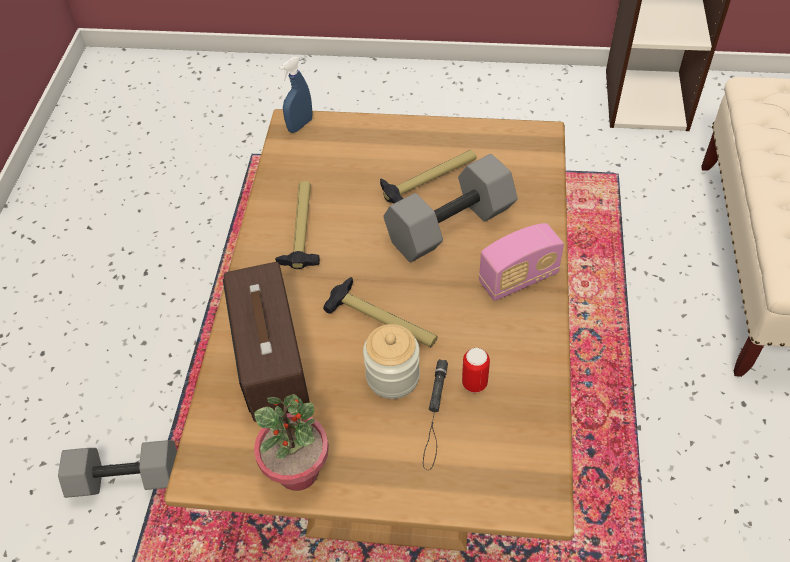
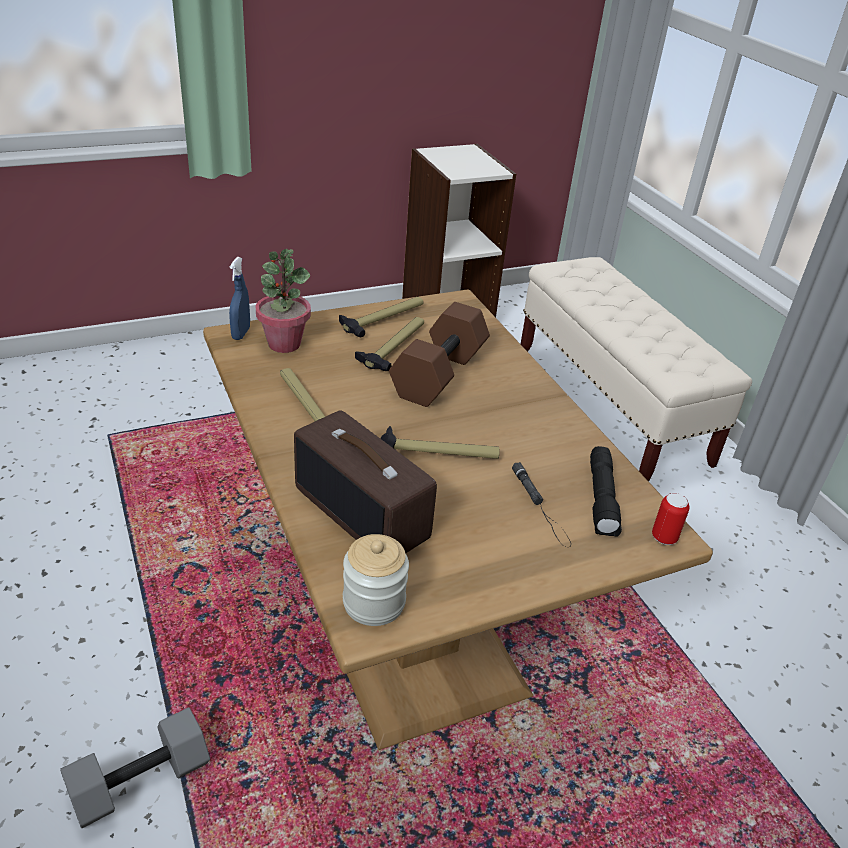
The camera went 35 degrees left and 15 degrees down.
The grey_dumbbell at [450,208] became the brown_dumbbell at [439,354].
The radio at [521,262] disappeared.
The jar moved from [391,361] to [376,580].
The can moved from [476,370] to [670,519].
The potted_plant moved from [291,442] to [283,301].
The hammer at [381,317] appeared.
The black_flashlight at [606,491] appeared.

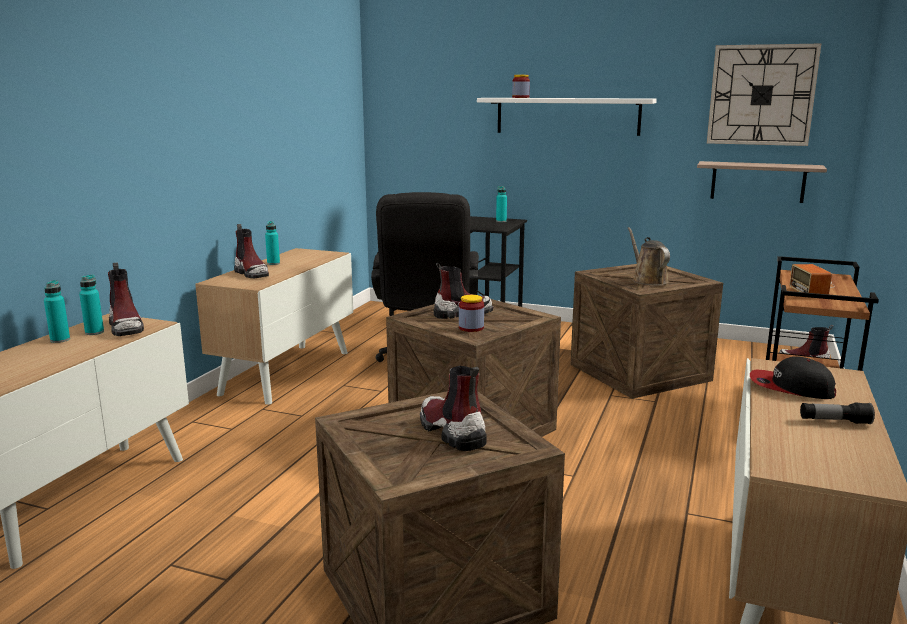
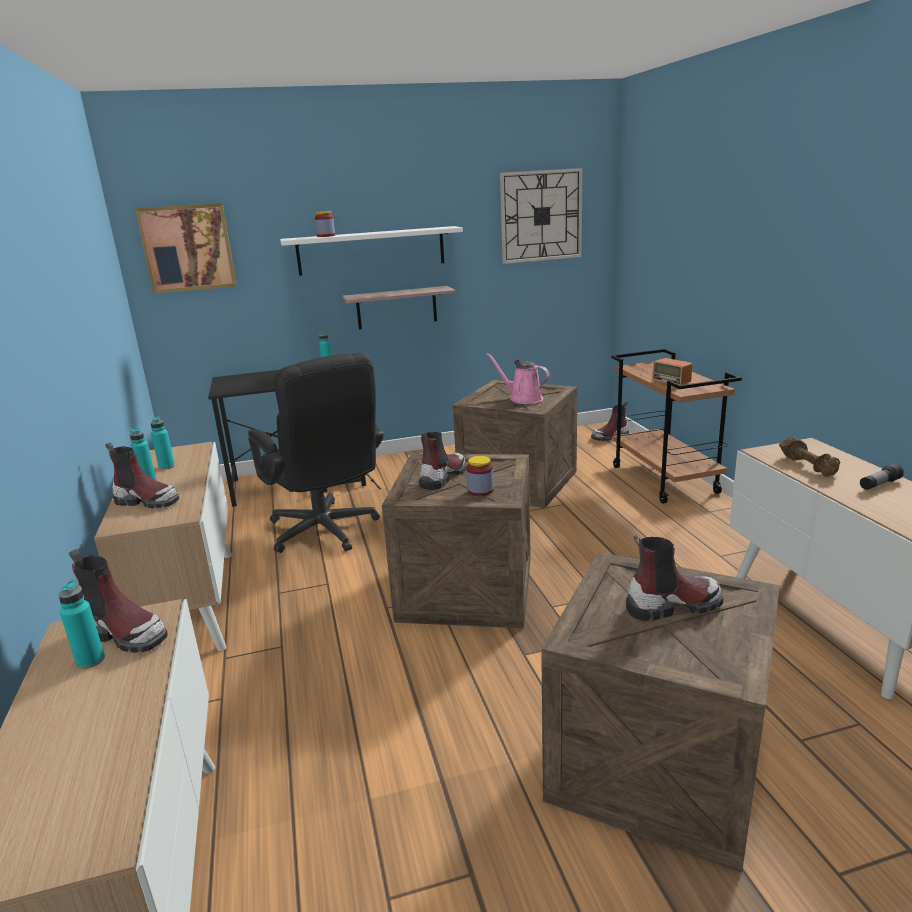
The camera went 35 degrees left and 5 degrees up.
The shelf moved from [762,182] to [399,307].
The brown_watering_can at [649,256] became the pink_watering_can at [518,378].
The turquoise_bottle moved from [57,311] to [163,443].
The cap at [793,377] was replaced by the brown_dumbbell at [809,456].
The boot at [453,408] turned 150 degrees clockwise.
The picture at [186,248] appeared.

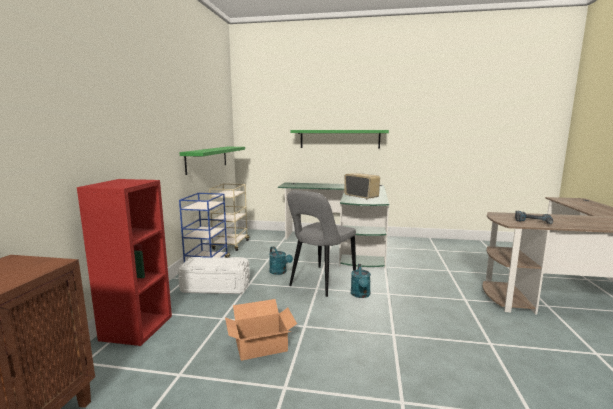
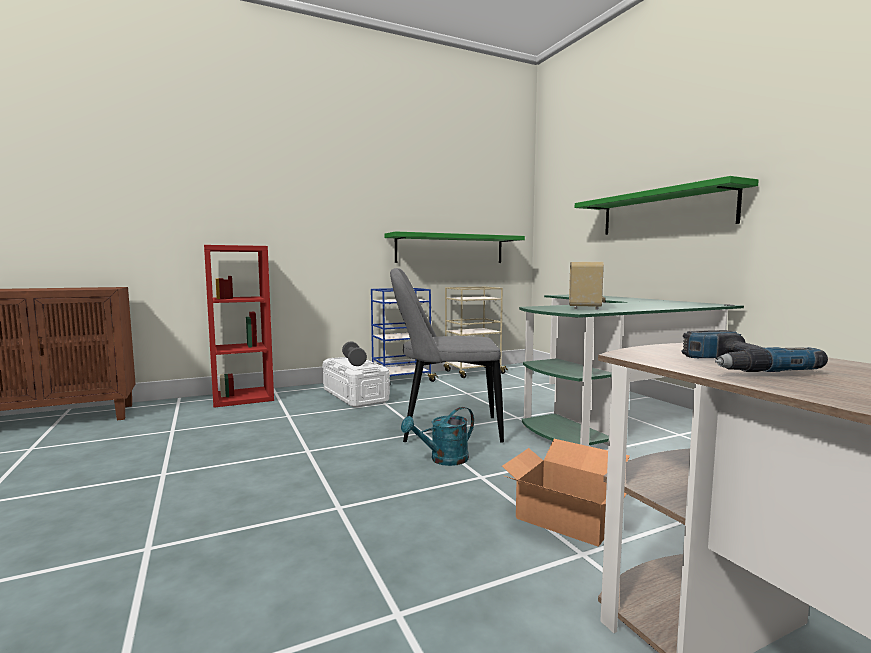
The camera went 55 degrees right and 5 degrees down.
The turquoise_watering_can at [281,260] disappeared.
The cardboard_box moved from [261,330] to [566,492].
The grey_dumbbell at [354,353] appeared.

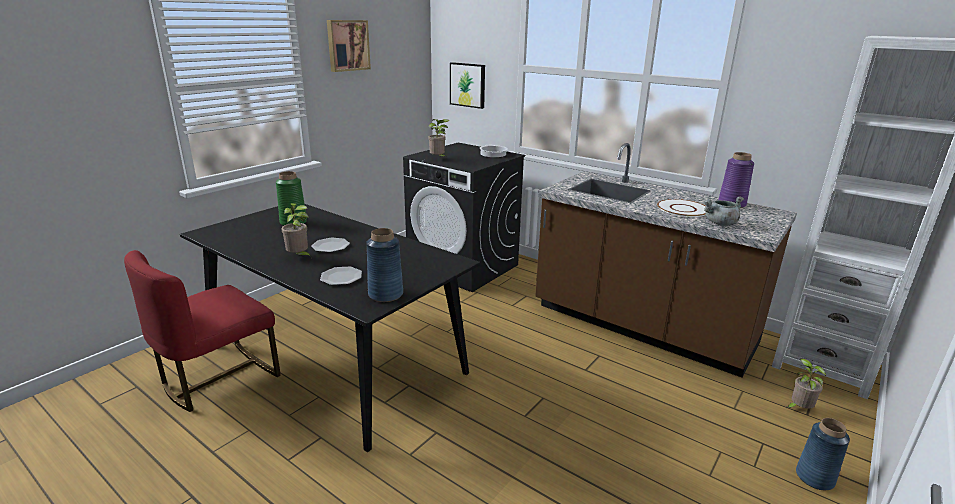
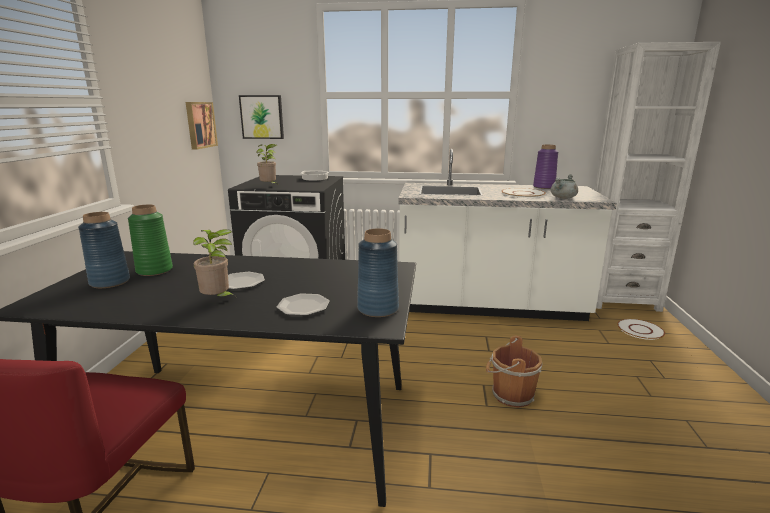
The camera went 30 degrees left and 5 degrees down.
The picture moved from [349,46] to [202,126].
The brown_counter at [666,260] became the white_counter at [507,235].
The potted_plant at [806,384] was replaced by the white_plate at [641,329].
The blue_vase moved from [823,454] to [104,250].
The brown_bucket at [514,371] appeared.

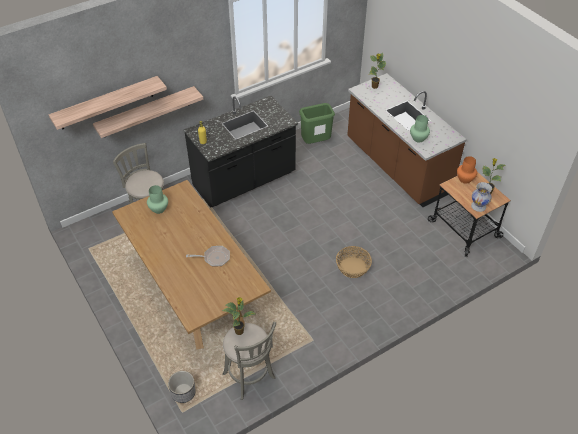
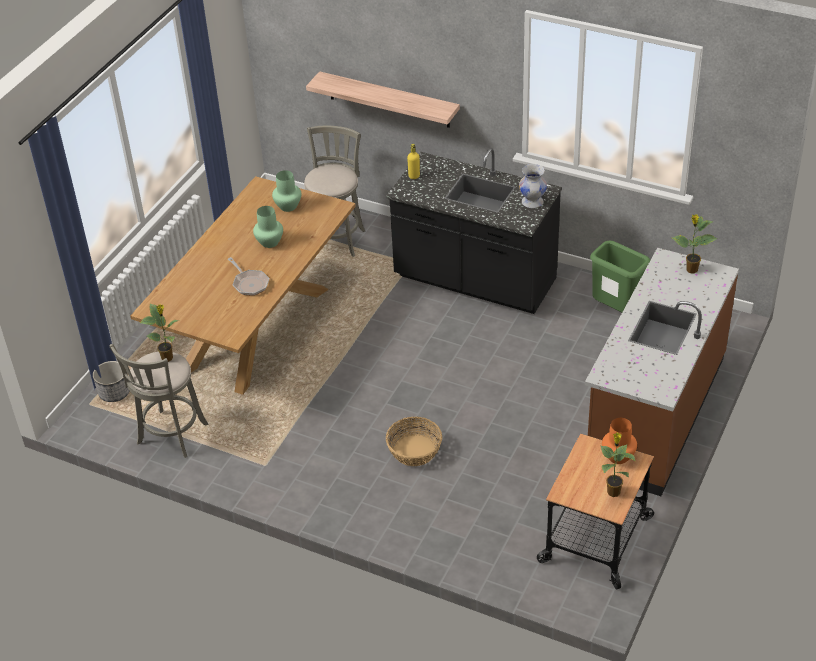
The camera went 60 degrees right and 5 degrees down.
The shelf at [108,103] disappeared.
The green_vase moved from [420,129] to [268,227].
The white_vase moved from [481,197] to [533,186].

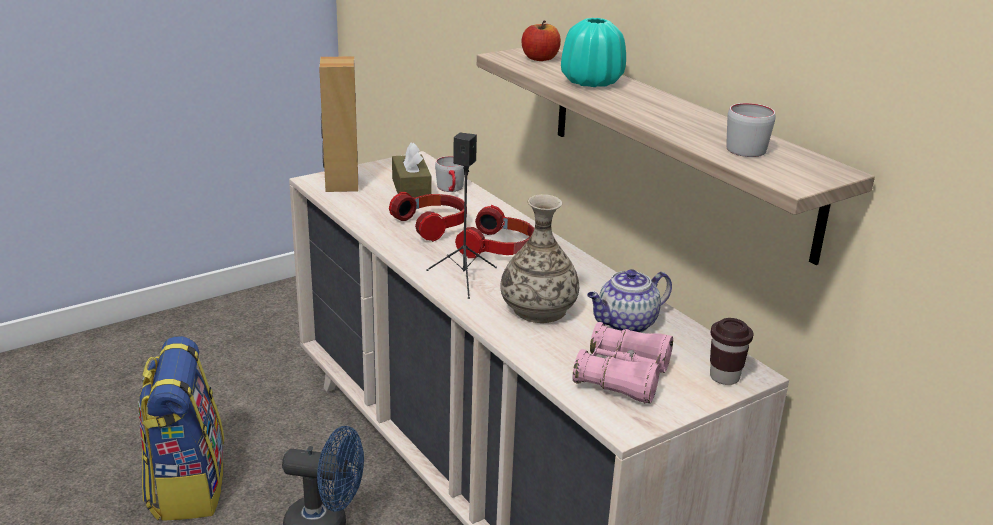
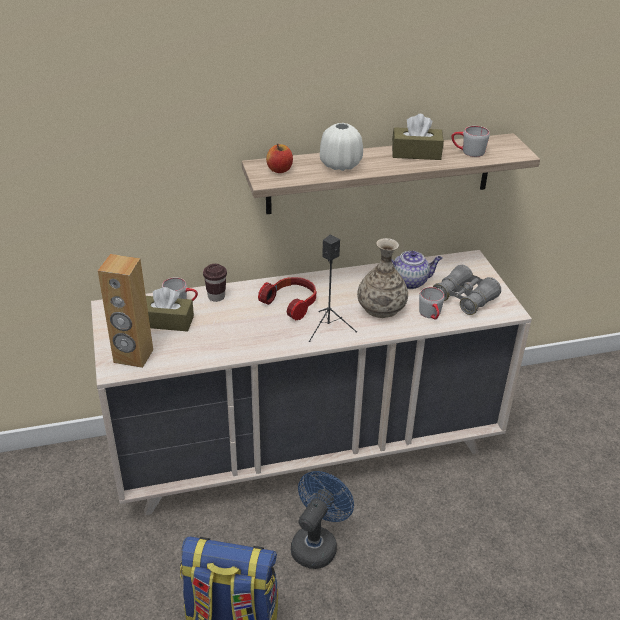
The camera went 70 degrees left and 10 degrees up.
The turquoise_vase at [593,52] became the white_vase at [341,147].
The headphones at [428,217] disappeared.
The teapot at [629,301] turned 90 degrees counterclockwise.
The brown_cup moved from [731,351] to [215,283].
The pink_binoculars at [622,363] became the grey_binoculars at [467,290].
The brown_tissue_box at [418,137] appeared.
The grey_mug at [431,303] appeared.

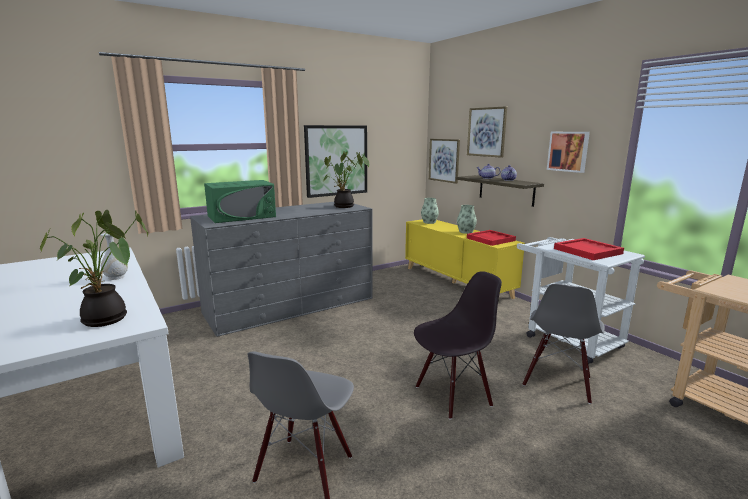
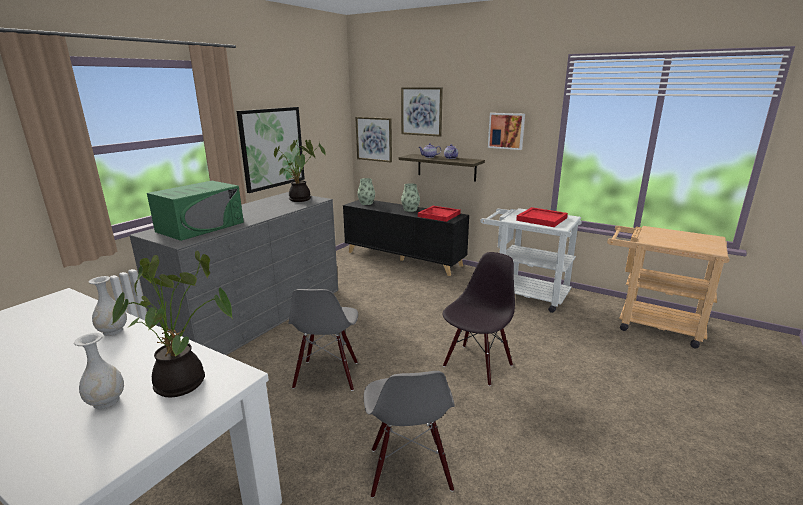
The camera went 25 degrees left and 5 degrees up.
The yellow_cabinet at [465,259] became the black_cabinet at [406,238].
The grey_chair moved from [563,344] to [323,340].
The white_vase at [99,371] appeared.

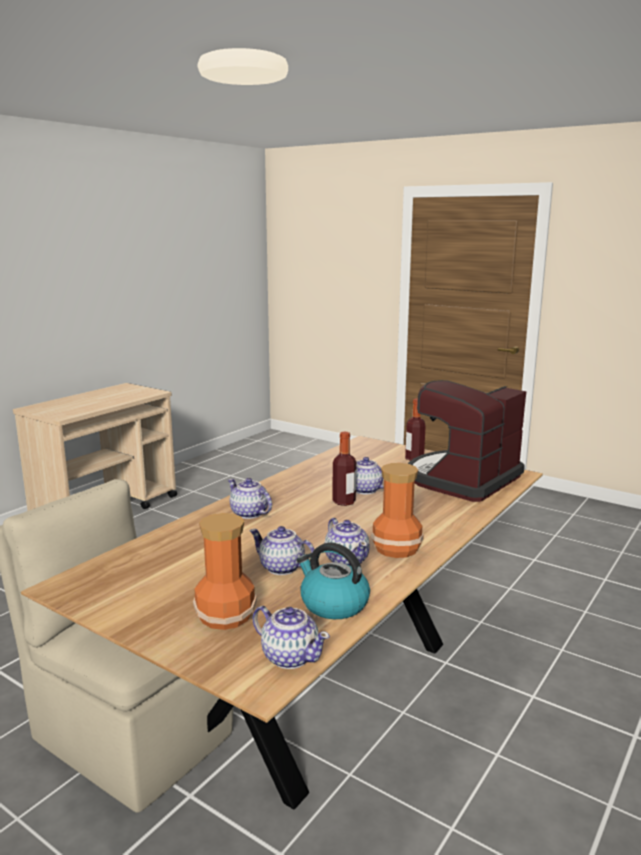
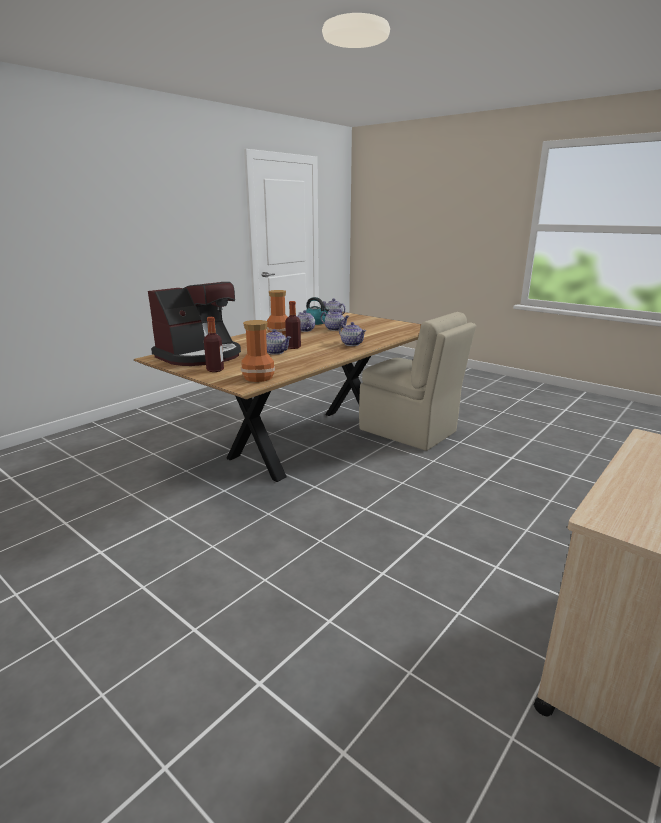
The camera went 175 degrees left and 5 degrees up.
The vase moved from [225,571] to [258,351].

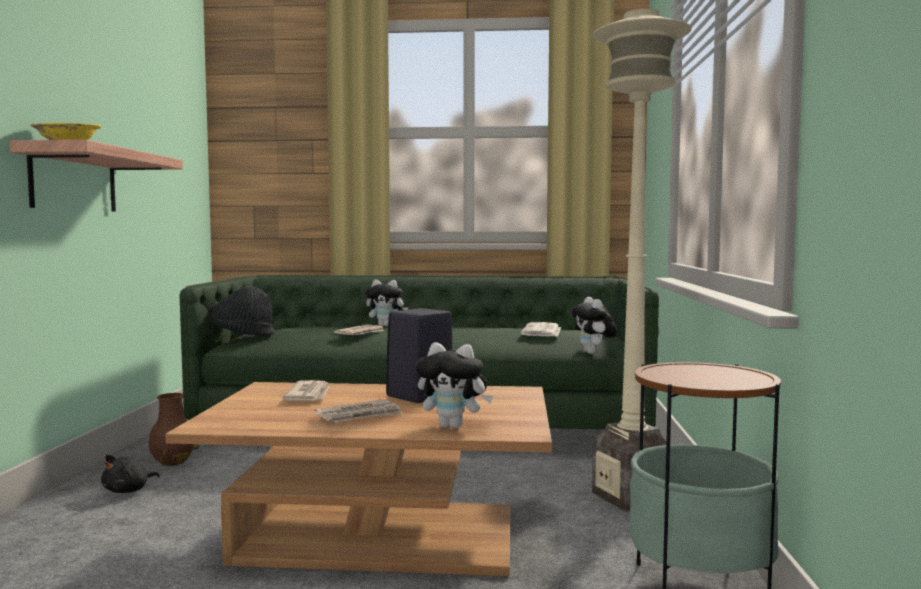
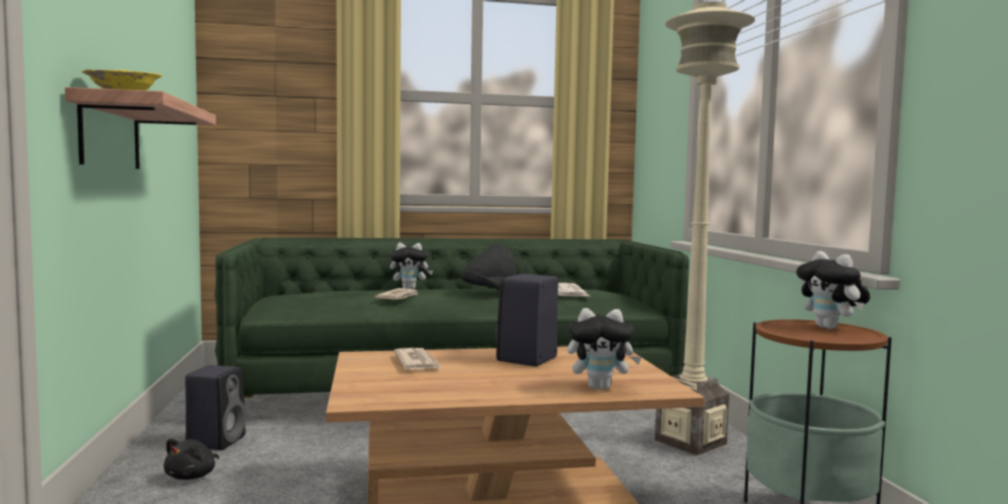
The camera went 15 degrees left and 0 degrees up.
The black_hat moved from [242,310] to [489,267].
The plush_toy moved from [594,325] to [833,290].
The brown_vase at [172,429] was replaced by the black_speaker at [215,407].
The newspaper at [359,411] disappeared.

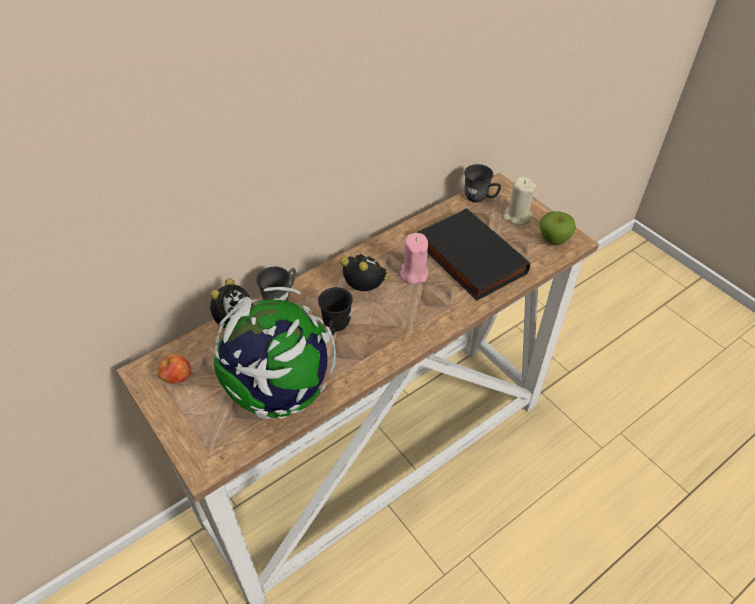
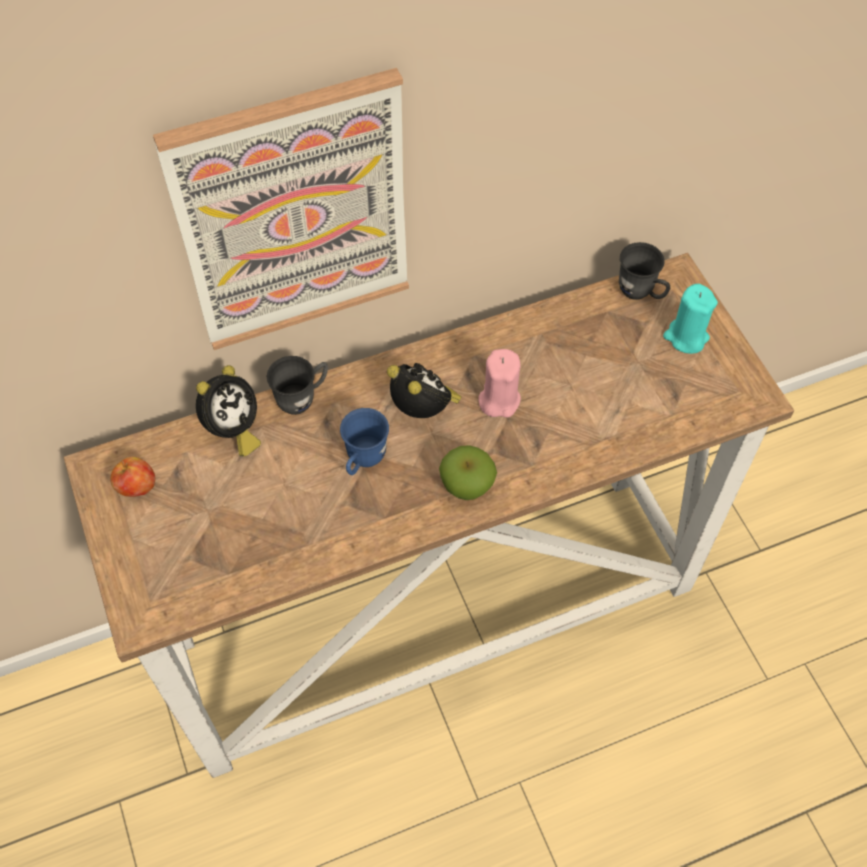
The camera went 15 degrees right and 10 degrees up.
The beige_candle at [519,200] became the turquoise_candle at [690,319].
The black_book at [473,254] disappeared.
The apple moved from [558,228] to [468,472].
The globe at [275,353] disappeared.
The black_mug at [335,311] became the blue_mug at [364,441].
The picture at [281,209] appeared.

